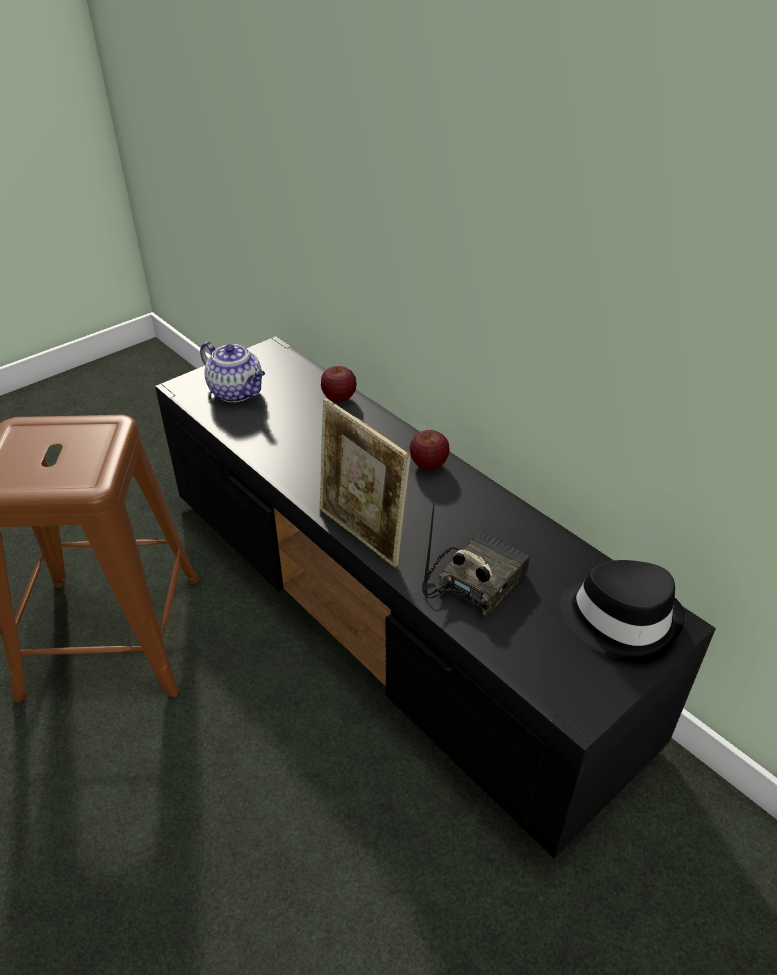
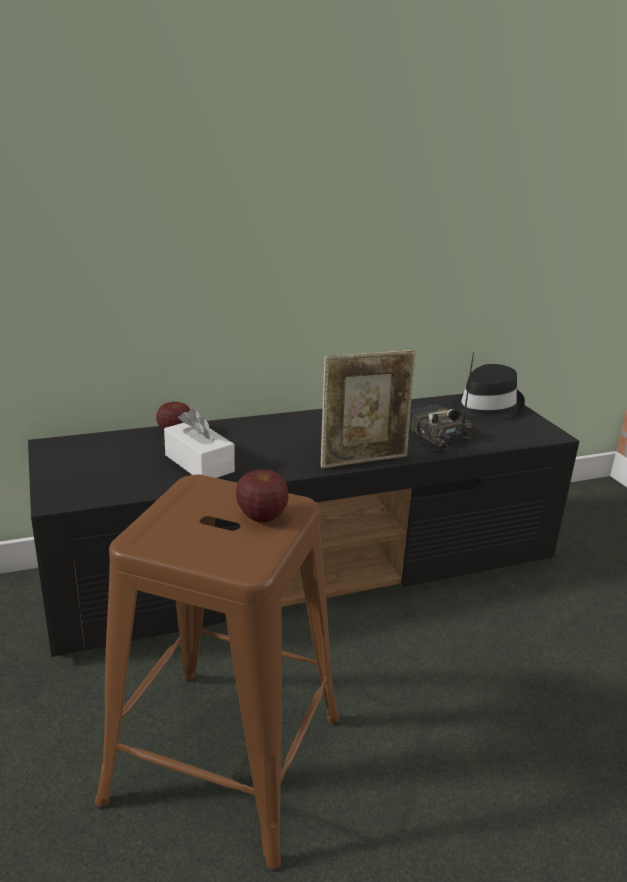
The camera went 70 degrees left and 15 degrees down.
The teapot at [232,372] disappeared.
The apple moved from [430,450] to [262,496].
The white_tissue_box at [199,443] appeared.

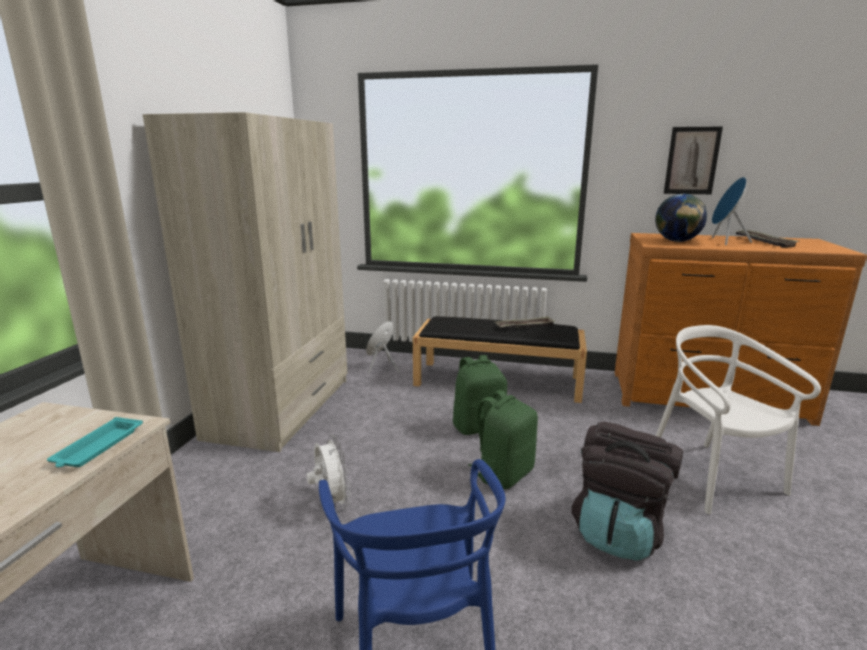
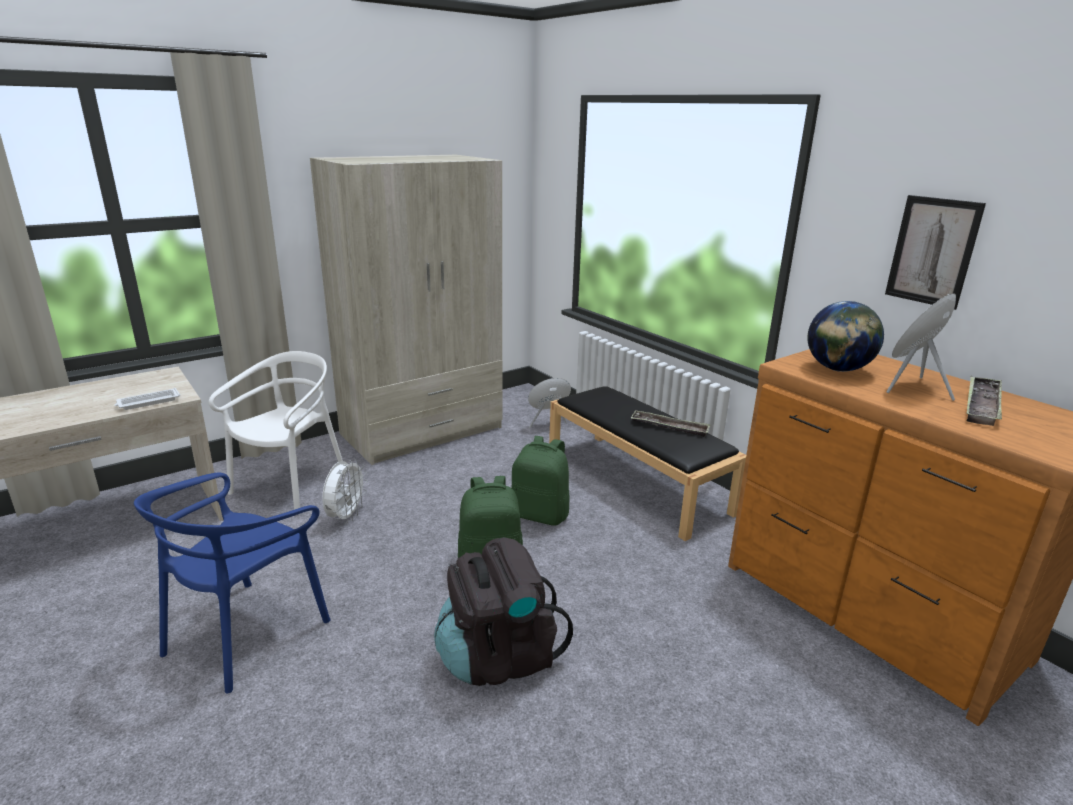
The camera went 40 degrees right and 5 degrees up.
The white_chair moved from [738,419] to [276,430].
The turquoise_tray at [95,442] became the white_tray at [147,399].

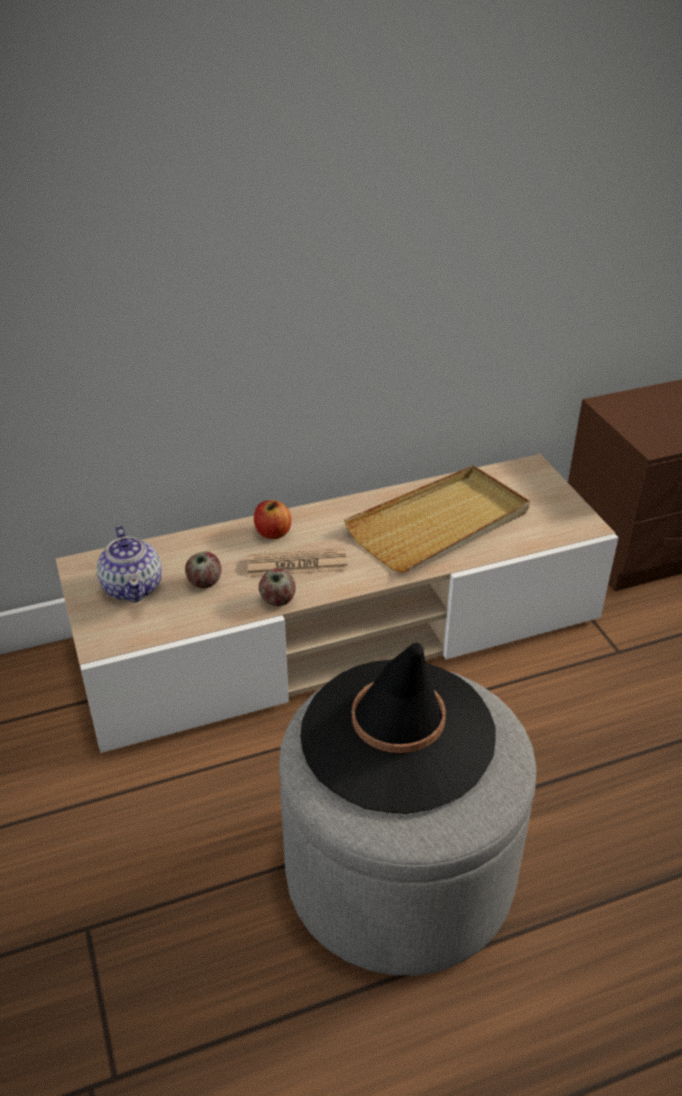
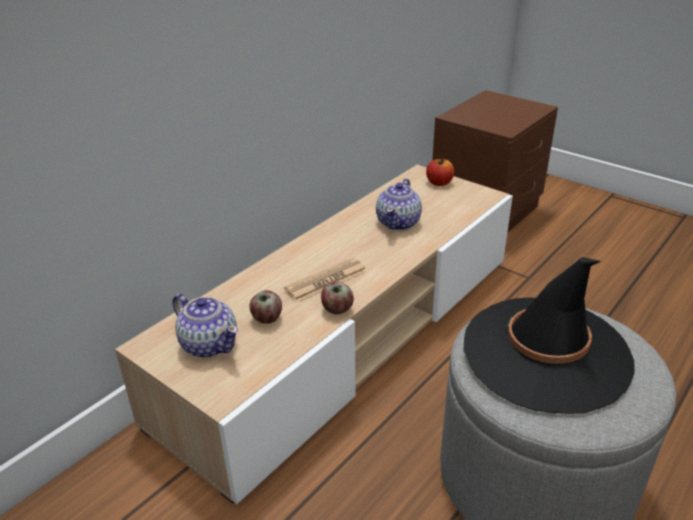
The camera went 30 degrees left and 5 degrees down.
The beige_tray at [437,519] was replaced by the teapot at [399,205].
The apple moved from [272,519] to [440,172].

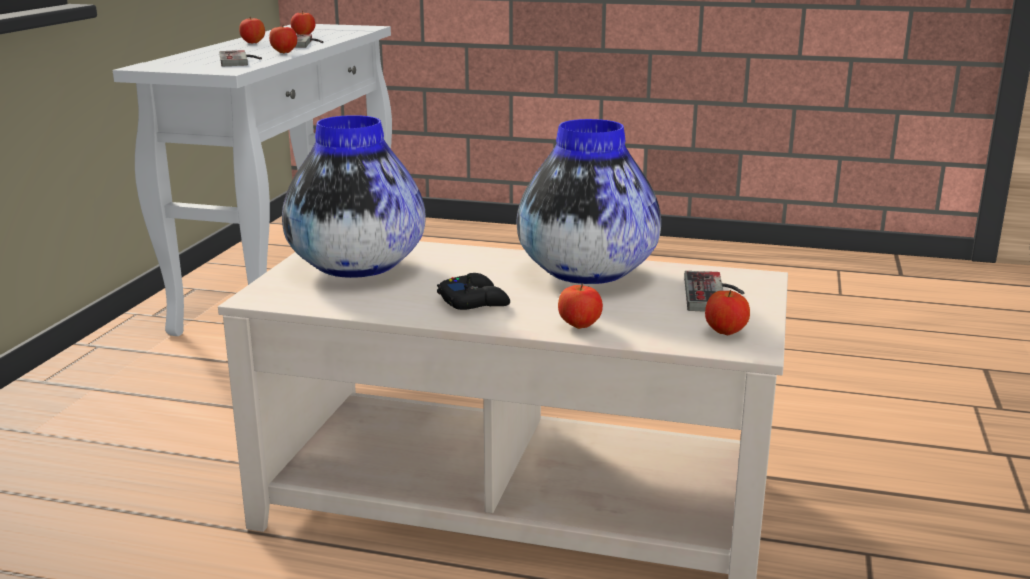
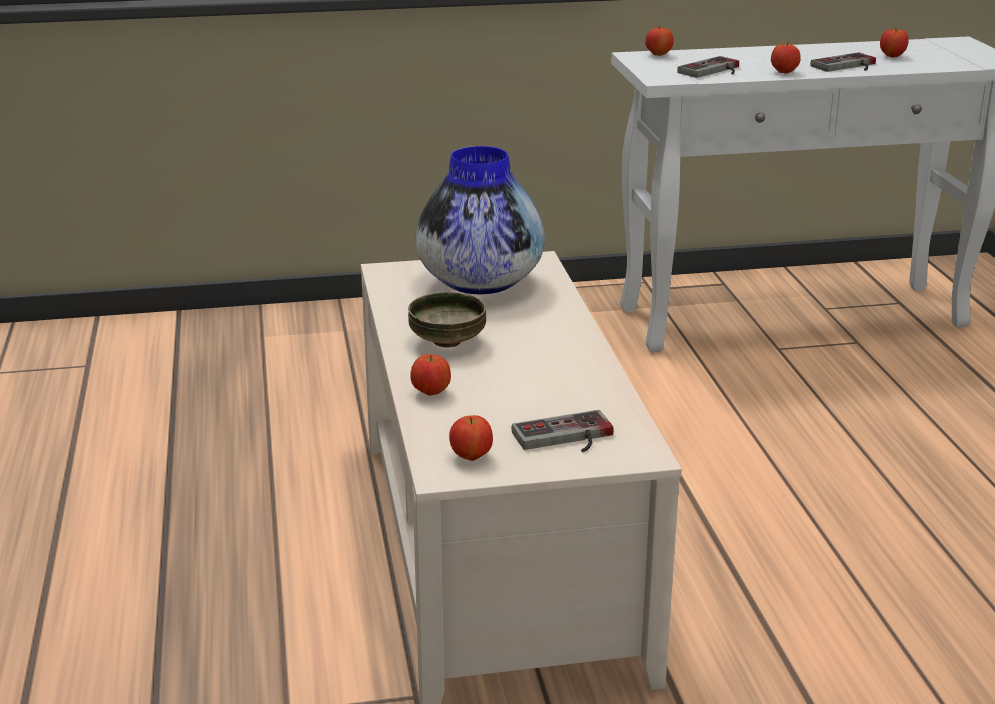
The camera went 65 degrees right and 5 degrees up.
The apple moved from [252,30] to [659,41].
The vase at [588,201] disappeared.
The black_game_controller at [473,291] was replaced by the bowl at [447,320].

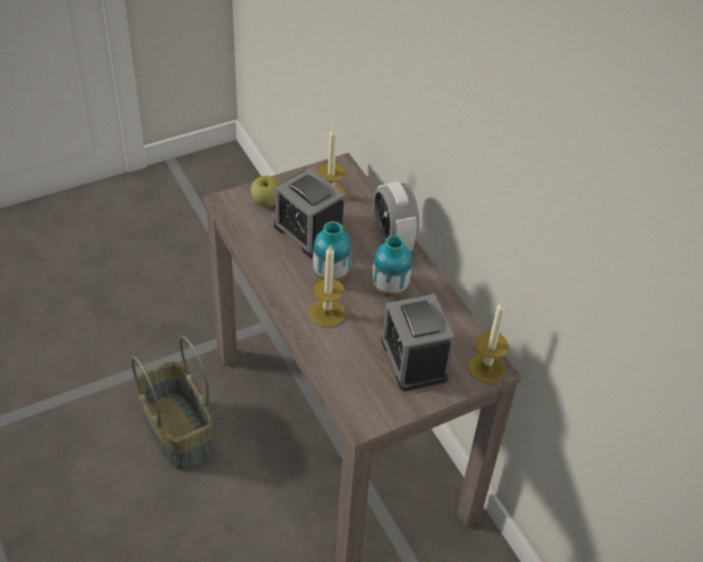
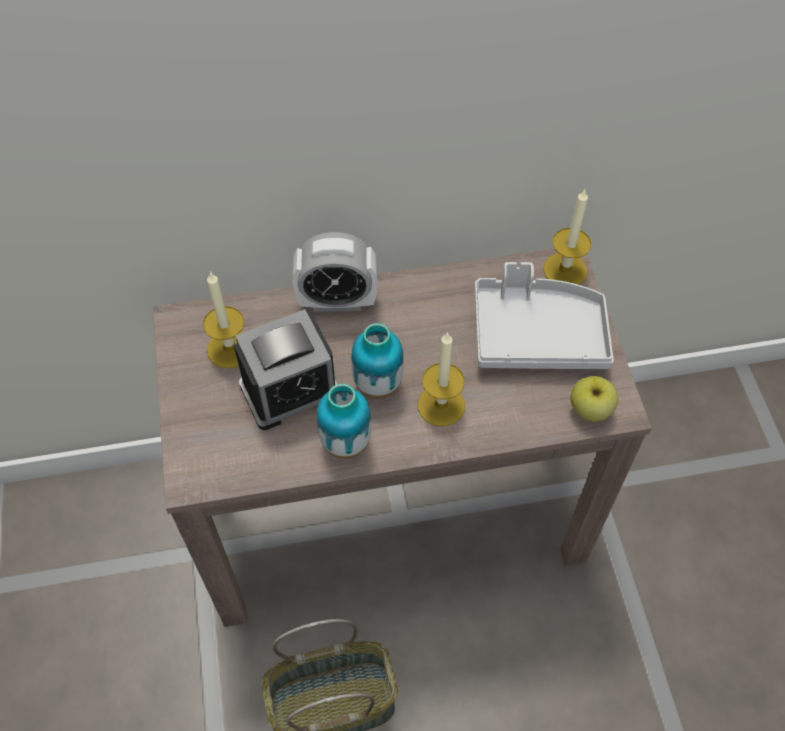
The camera went 70 degrees left and 10 degrees up.
The apple moved from [265,191] to [594,399].
The vase moved from [392,266] to [344,421].
The alarm_clock at [418,342] was replaced by the grey_tray at [544,315].

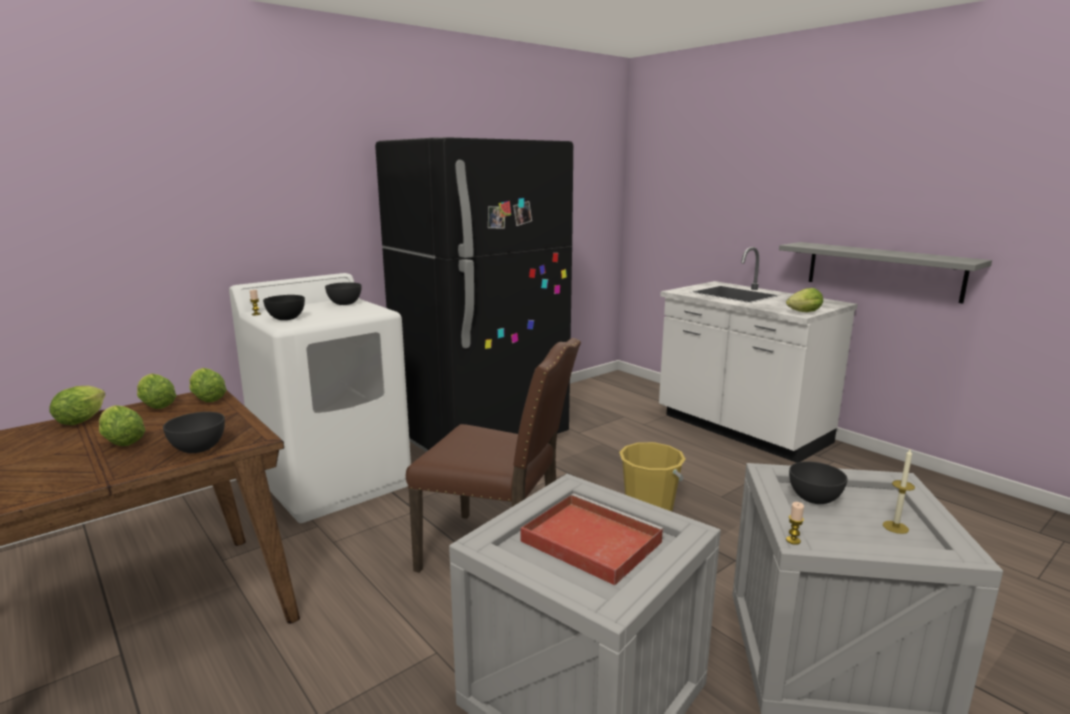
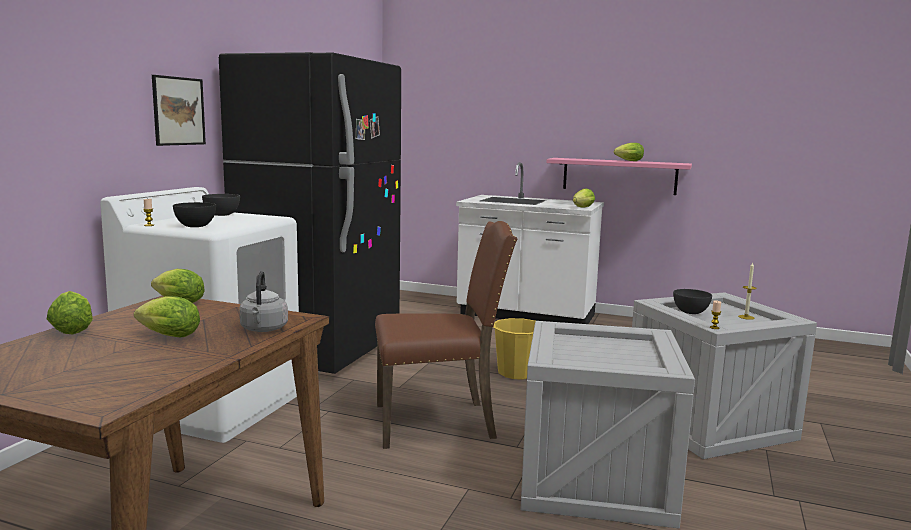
The camera went 30 degrees left and 5 degrees down.
The grey_shelf at [885,272] became the pink_shelf at [619,176].
The lettuce moved from [156,391] to [629,152].
The grey_bowl at [194,432] was replaced by the grey_kettle at [263,301].
The red_tray at [592,539] disappeared.
The picture at [179,110] appeared.

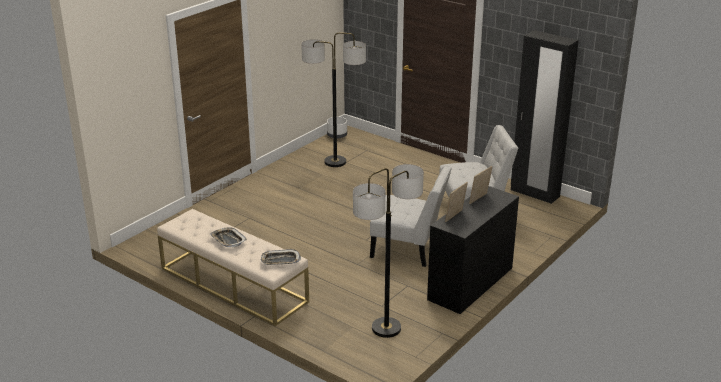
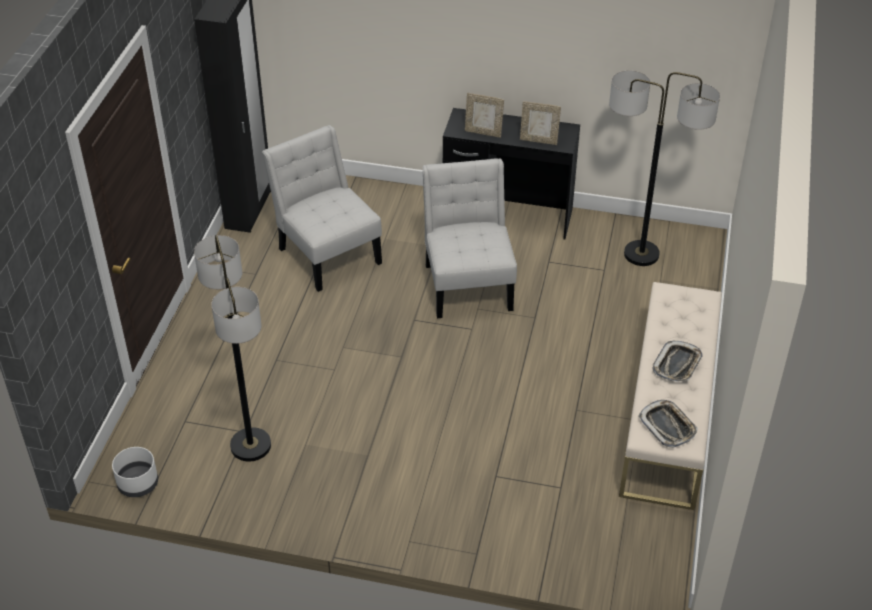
The camera went 115 degrees left and 15 degrees up.
The tray moved from [280,257] to [668,424].

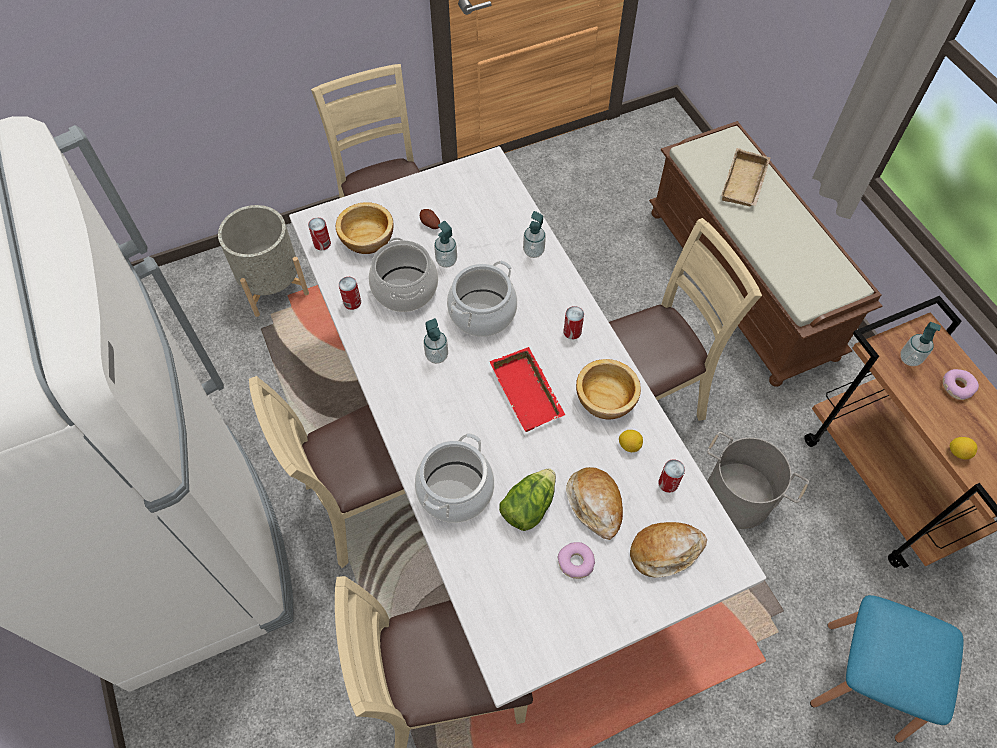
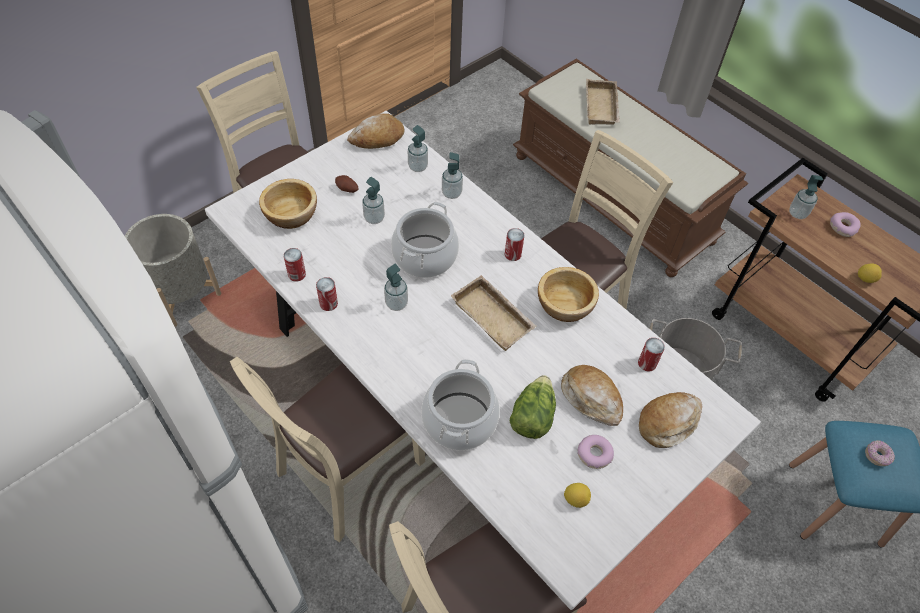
The camera went 20 degrees left and 5 degrees down.
The can moved from [319,234] to [327,294].
The cooking_pot at [403,275] disappeared.
The red_tray at [528,389] became the beige_tray at [494,313].
The lemon moved from [631,441] to [577,495].
The bread at [375,131] appeared.
The soap_dispenser at [418,148] appeared.
The donut at [880,453] appeared.

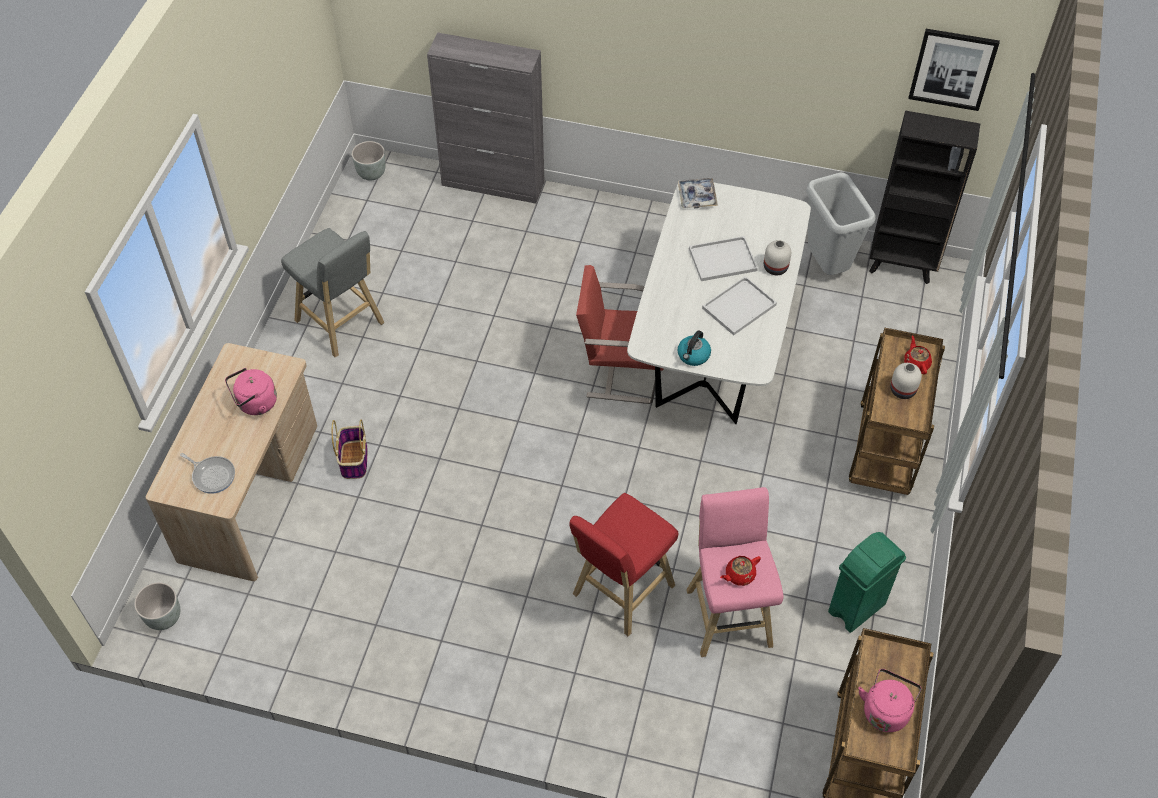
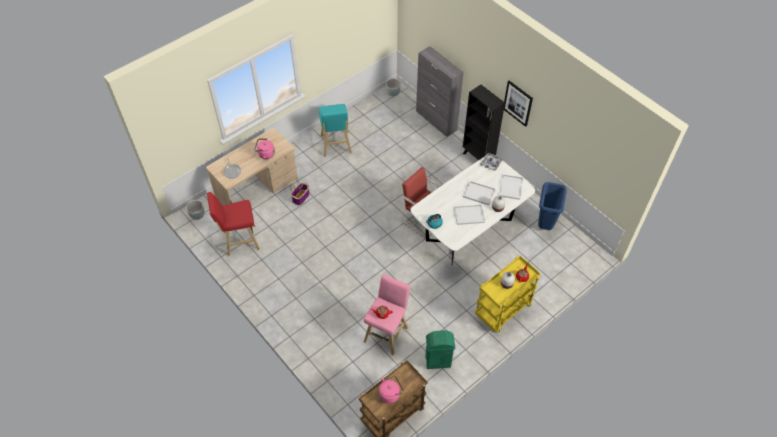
The camera went 35 degrees right and 0 degrees up.
The picture moved from [954,70] to [518,104].
The black_bookcase moved from [924,197] to [484,122].
The grey_trash_can at [840,224] became the blue_trash_can at [552,206].
The grey_stool at [332,293] became the turquoise_stool at [335,130].
The brown_cart at [897,411] became the yellow_cart at [508,294].
The red_stool moved from [623,564] to [233,224].
The white_tray at [511,187] appeared.

